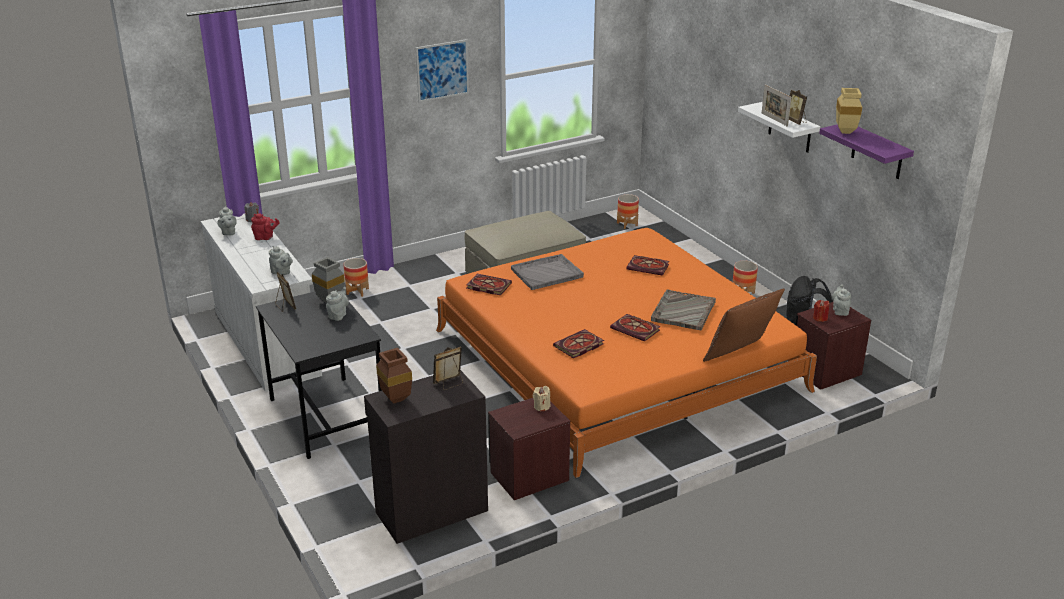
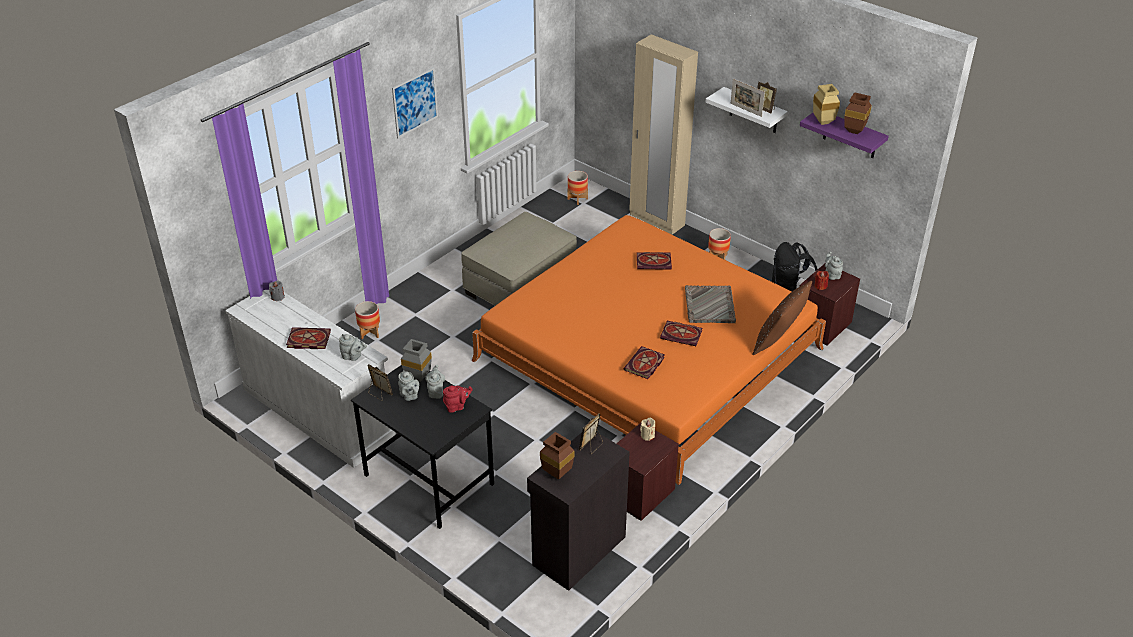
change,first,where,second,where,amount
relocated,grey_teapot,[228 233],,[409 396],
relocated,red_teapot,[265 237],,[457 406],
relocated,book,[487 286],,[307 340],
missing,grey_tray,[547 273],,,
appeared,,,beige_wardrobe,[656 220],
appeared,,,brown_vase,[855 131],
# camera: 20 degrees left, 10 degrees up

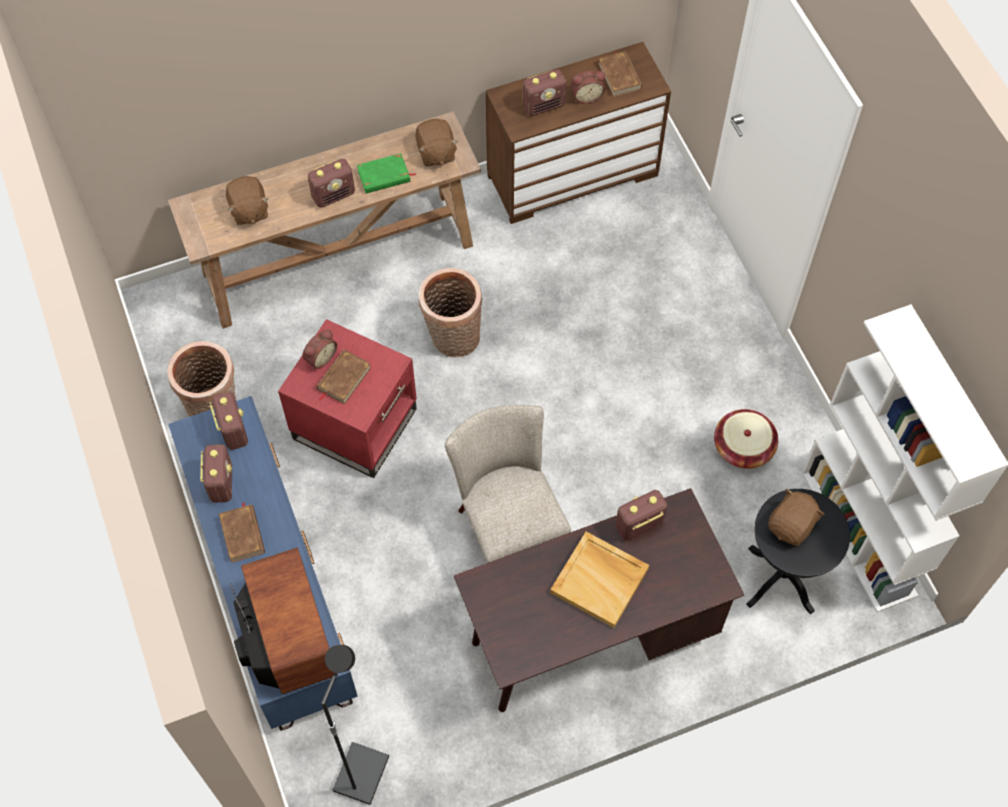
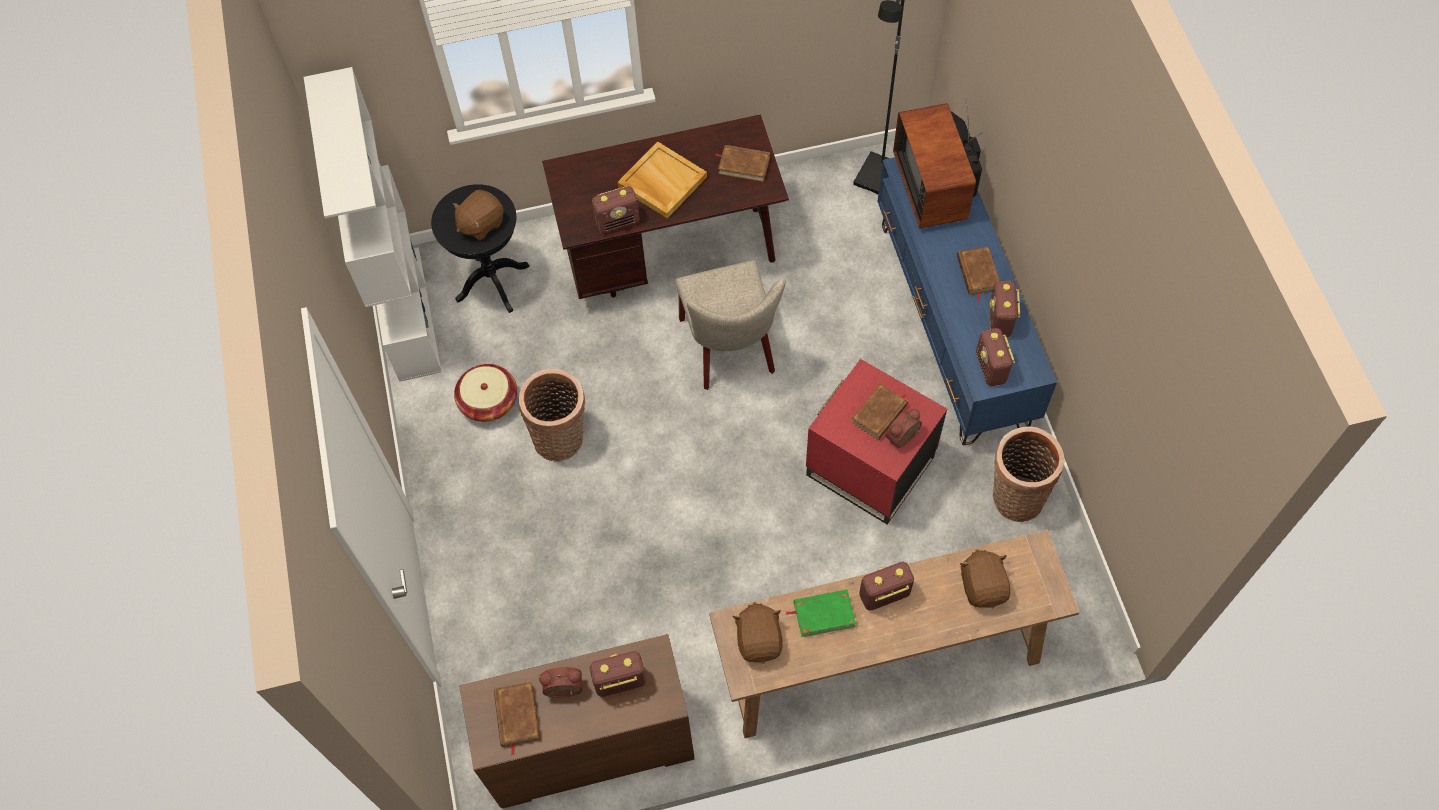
change,first,where,second,where,amount
relocated,basket,[452 339],,[561 438],
appeared,,,brown_book,[744 165],
# camera: 170 degrees left, 0 degrees up

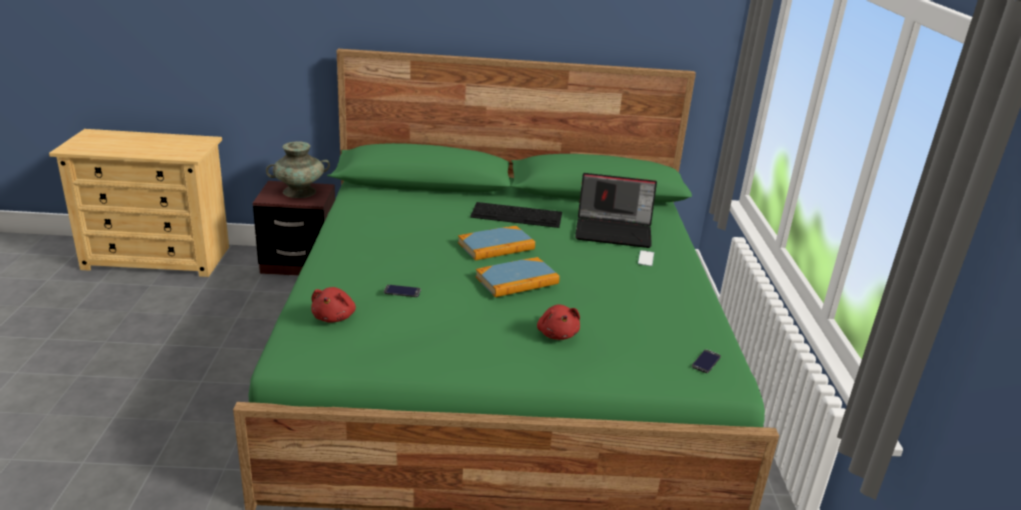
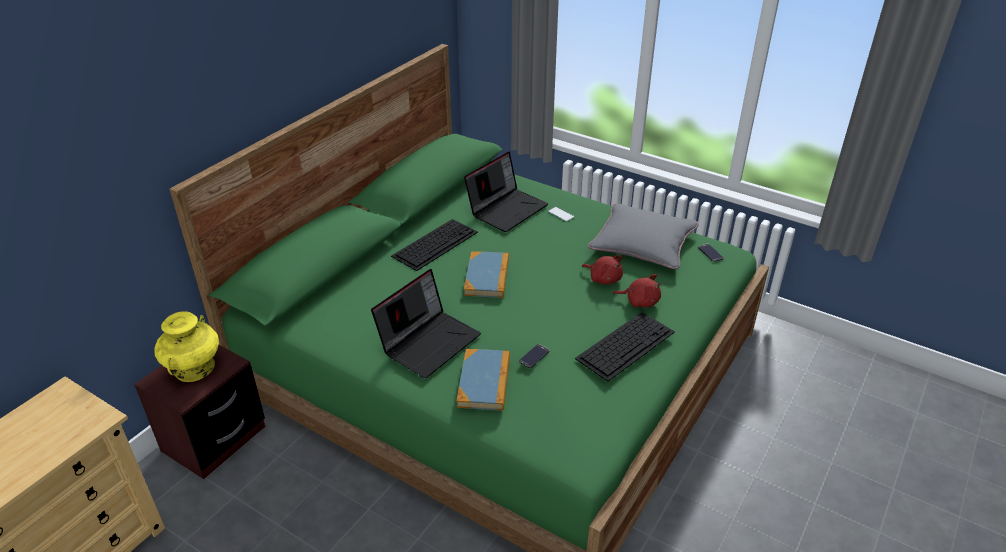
change,first,where,second,where,amount
colour,turquoise_vase,[300 192],yellow_vase,[194 367],
relocated,red_plush_toy,[334 317],,[604 278],
relocated,book,[517 280],,[484 382],
appeared,,,laptop,[429 341],
appeared,,,keyboard,[626 344],
appeared,,,grey_pillow,[643 243],
# camera: 55 degrees left, 10 degrees up

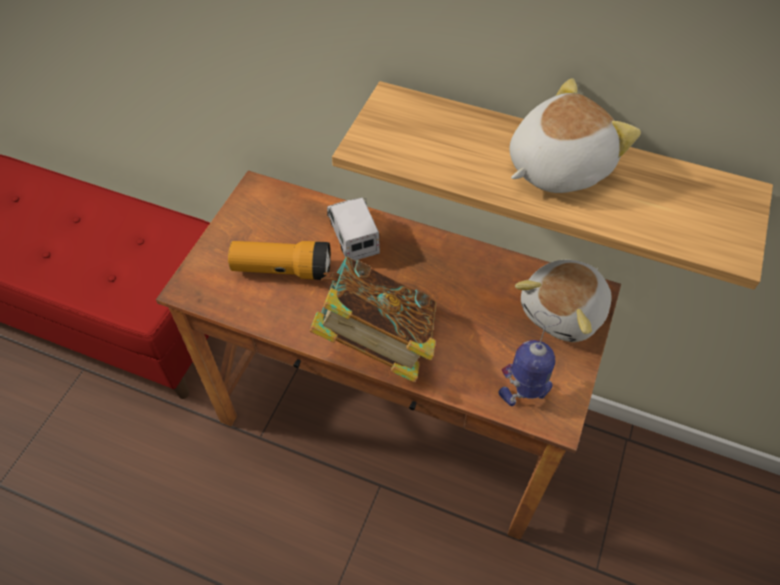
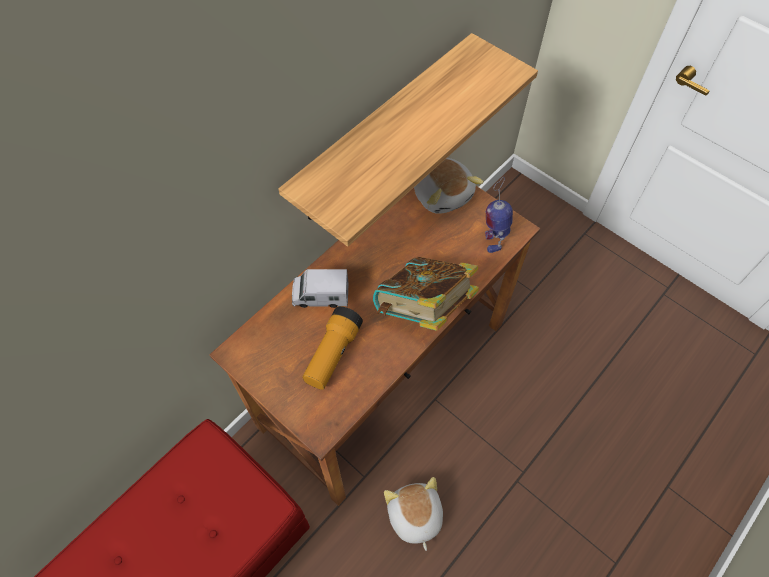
change,first,where,second,where,amount
relocated,plush_toy,[556 166],,[414 516],
# camera: 70 degrees left, 5 degrees up

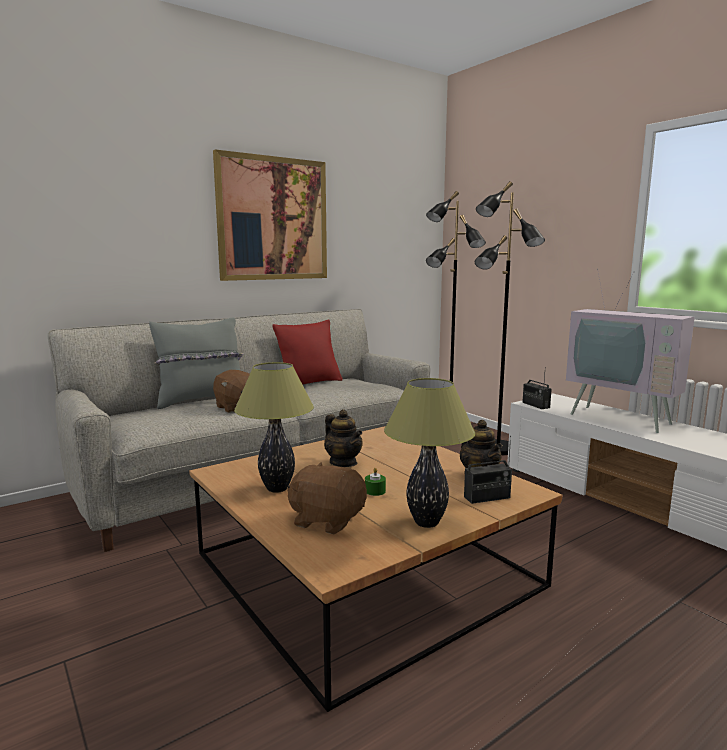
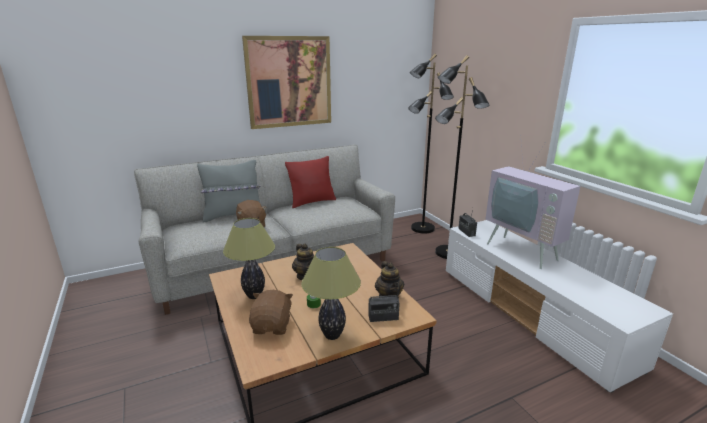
change,first,where,second,where,amount
spun,brown_plush_toy,[327 520],,[272 326],60 degrees clockwise
# camera: 10 degrees right, 10 degrees up

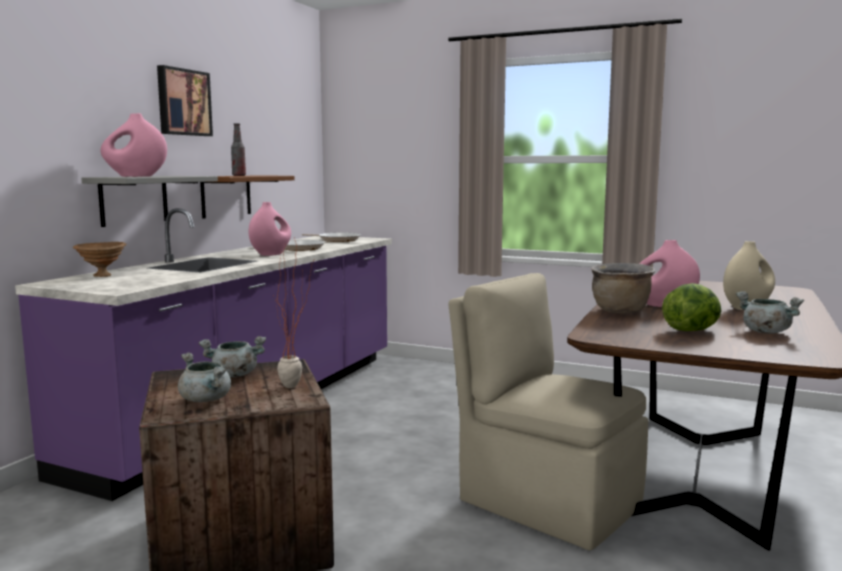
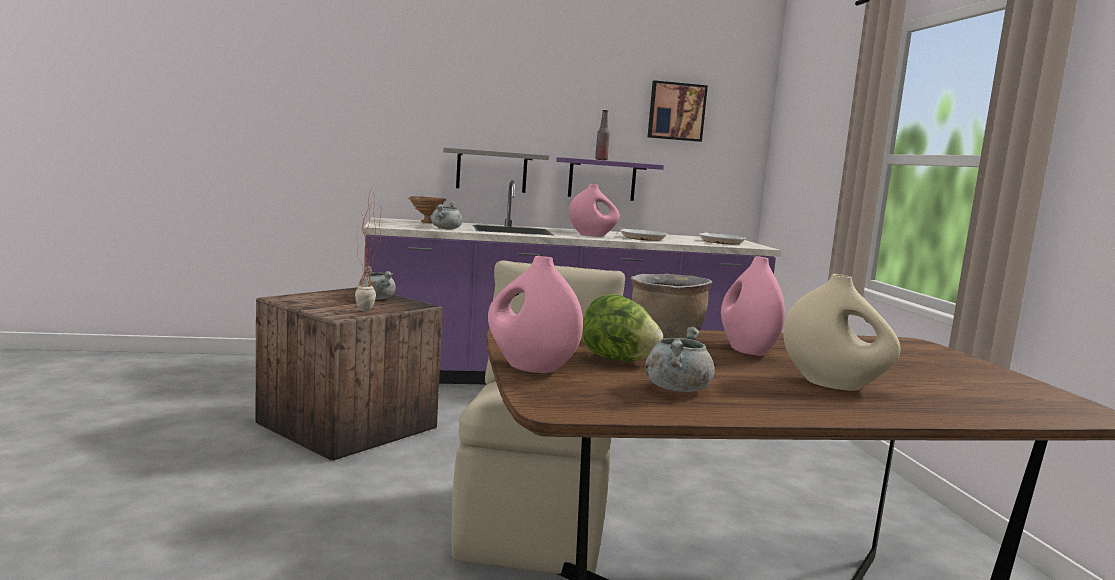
change,first,where,second,where,amount
relocated,pink_vase,[136 176],,[530 367],
relocated,picture,[183 102],,[676 111],
relocated,grey_cooking_pot,[207 400],,[446 229],
colour,brown_shelf,[226 196],purple_shelf,[602 179],
# camera: 55 degrees right, 0 degrees up

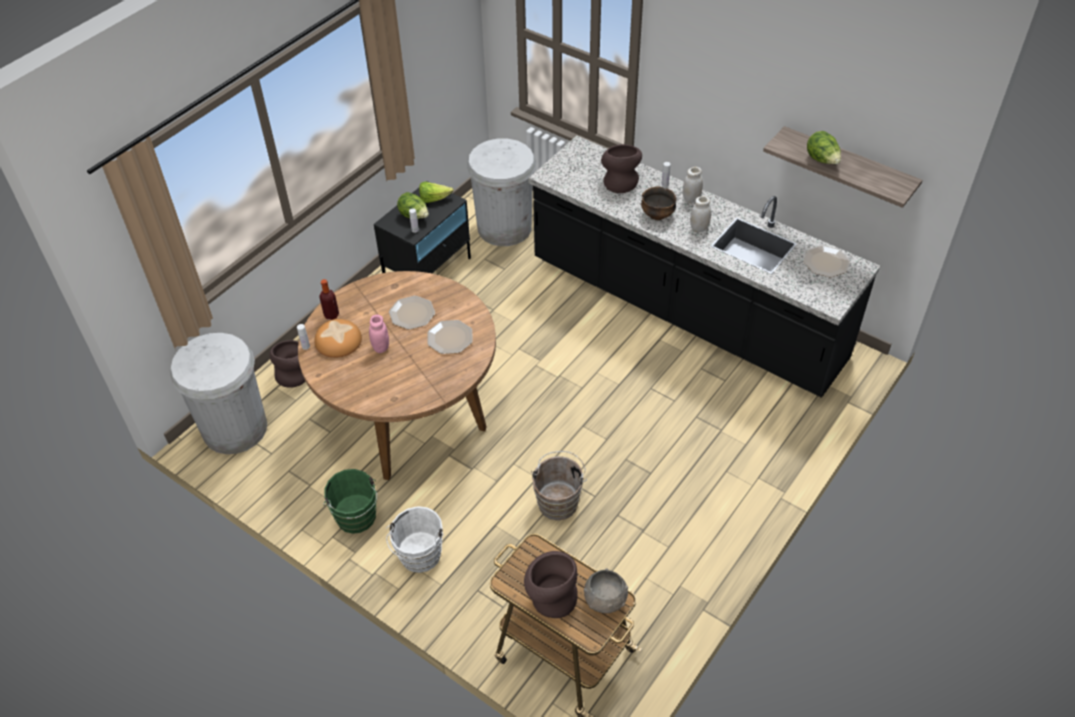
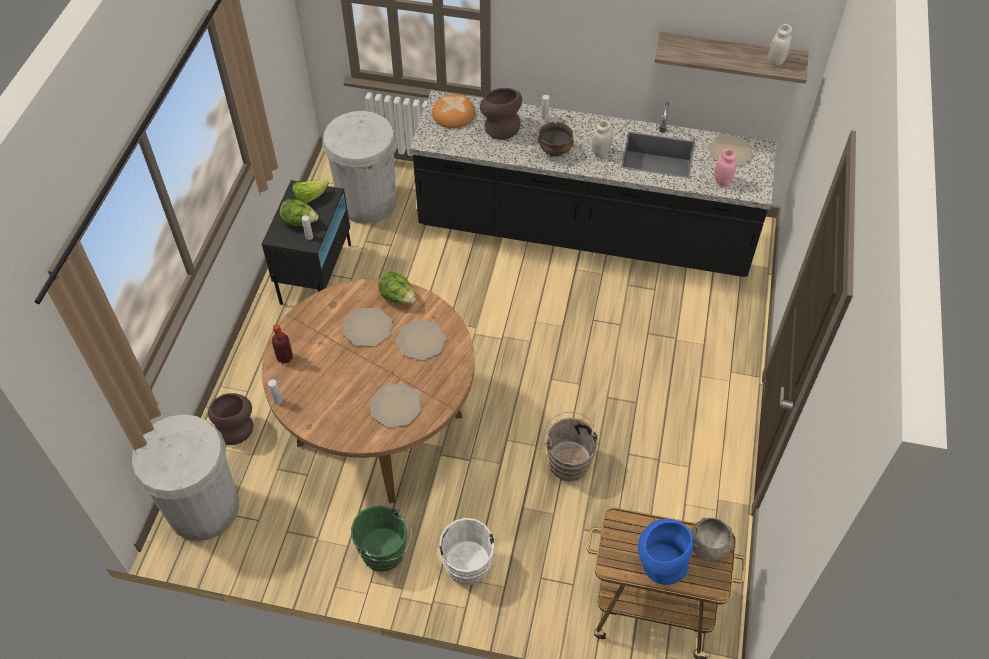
change,first,where,second,where,amount
relocated,bread,[338 341],,[453 114],
relocated,pink_jar,[381 347],,[722 181],
colour,brown_vase,[550 597],blue_vase,[659 564],
relocated,white_jar,[691 199],,[776 61],
relocated,lettuce,[822 160],,[398 298],
appeared,,,plate,[396 406],
# camera: 25 degrees left, 5 degrees up

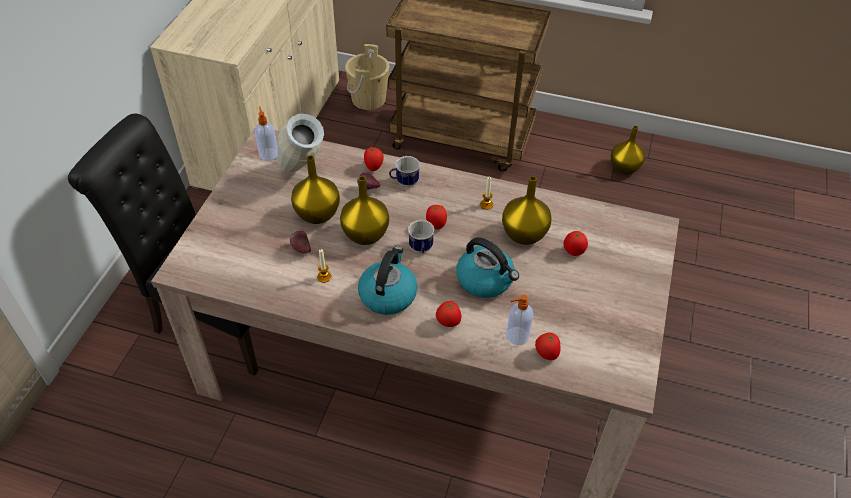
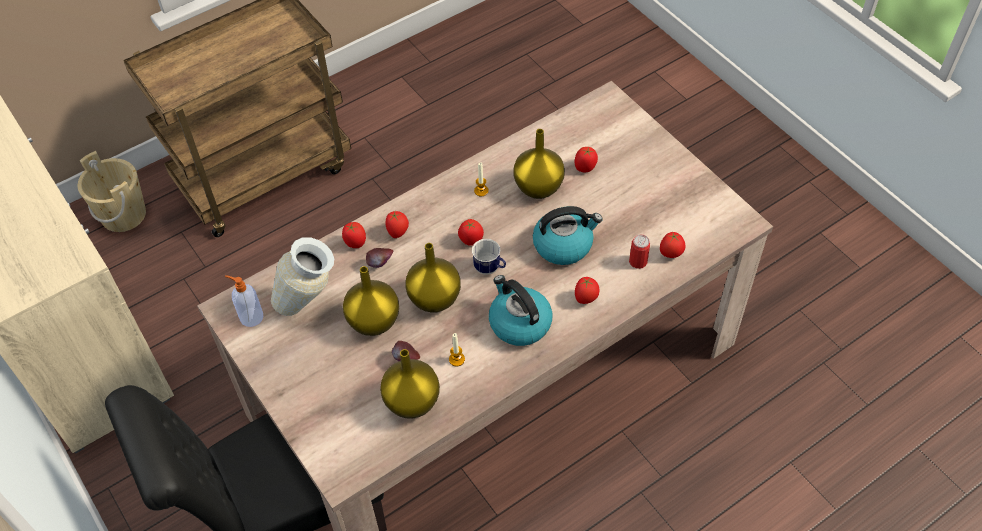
change,first,where,second,where,amount
exchanged,mug,[404 183],tomato,[398 232],
exchanged,soap_dispenser,[516 336],can,[638 261],
relocated,yellow_vase,[623 168],,[411 402],
# camera: 50 degrees left, 5 degrees up

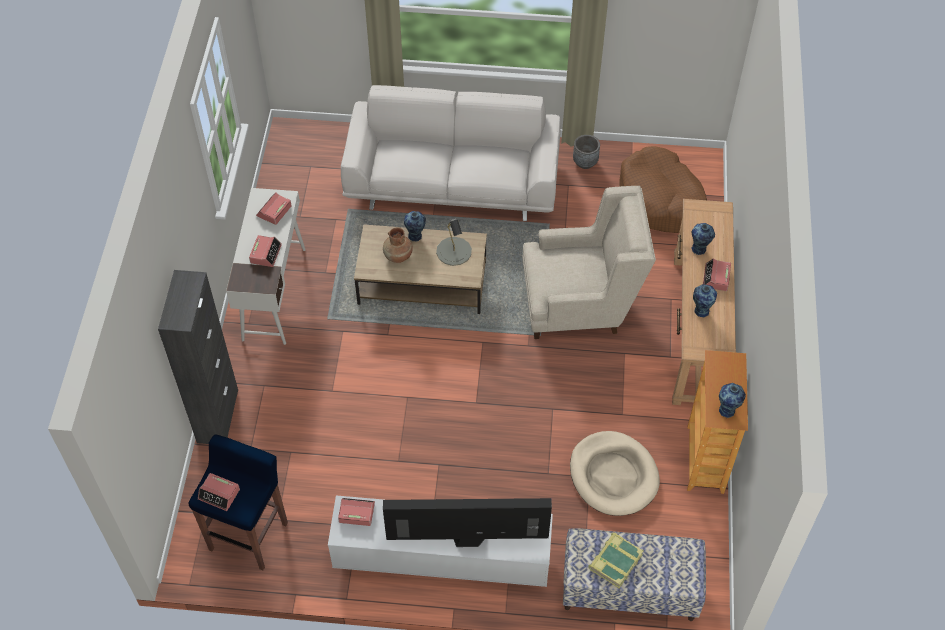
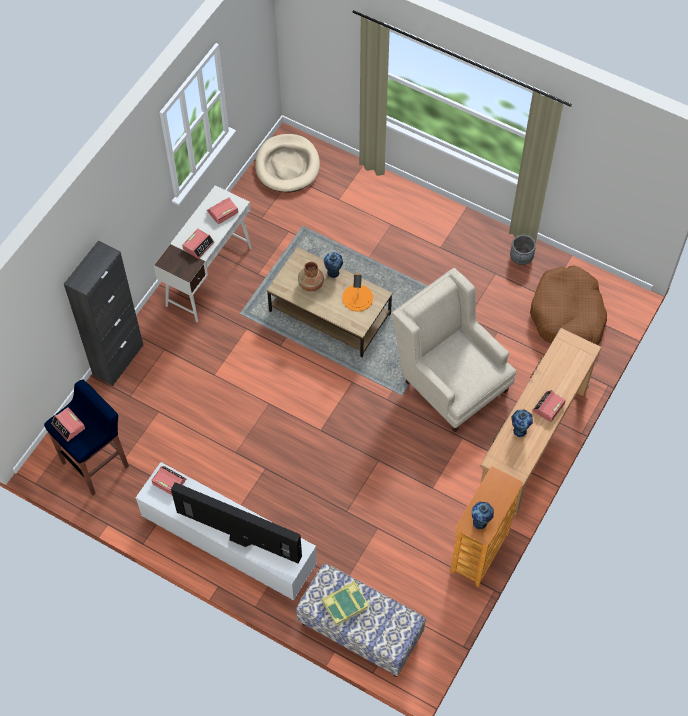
change,first,where,second,where,amount
missing,white_sofa,[453 181],,,
colour,grey_table_lamp,[454 251],orange_table_lamp,[357 298],
spun,beige_armchair,[581 303],,[450 380],150 degrees counterclockwise
relocated,beige_dog_bed,[613 475],,[287 165],
missing,vase,[699 249],,,
# camera: 25 degrees right, 5 degrees up

